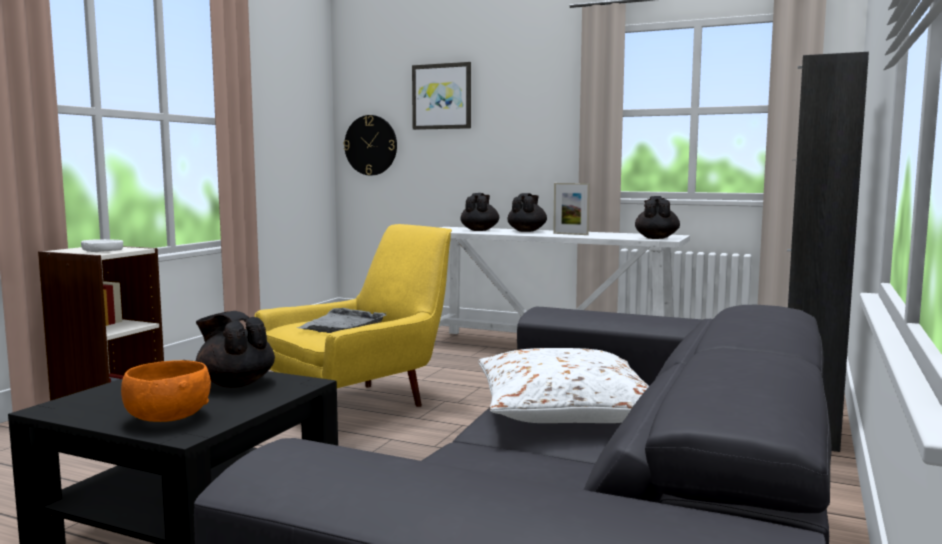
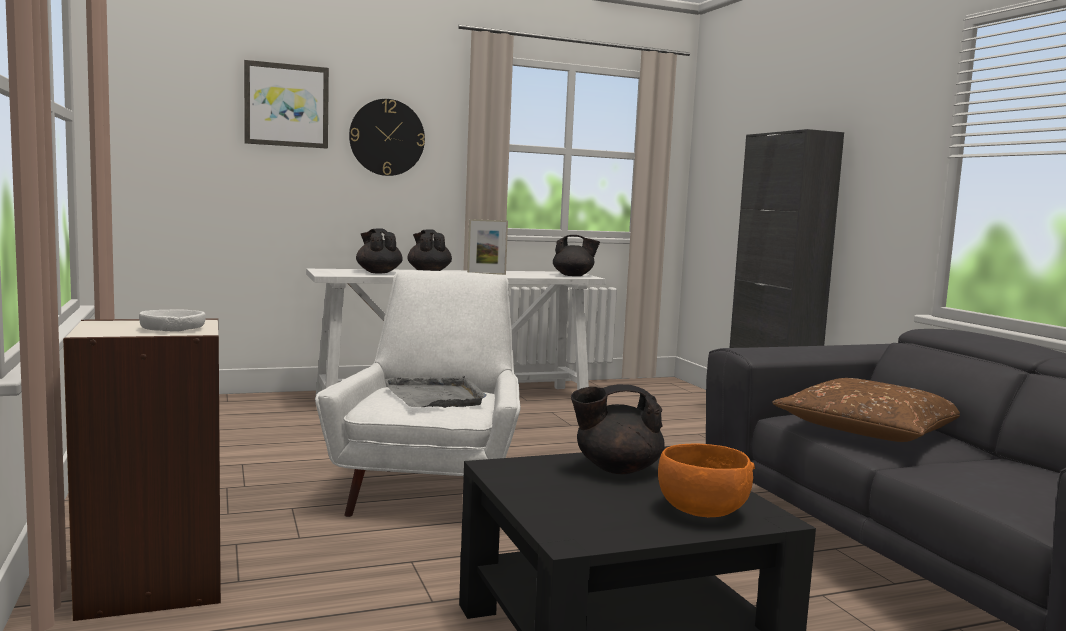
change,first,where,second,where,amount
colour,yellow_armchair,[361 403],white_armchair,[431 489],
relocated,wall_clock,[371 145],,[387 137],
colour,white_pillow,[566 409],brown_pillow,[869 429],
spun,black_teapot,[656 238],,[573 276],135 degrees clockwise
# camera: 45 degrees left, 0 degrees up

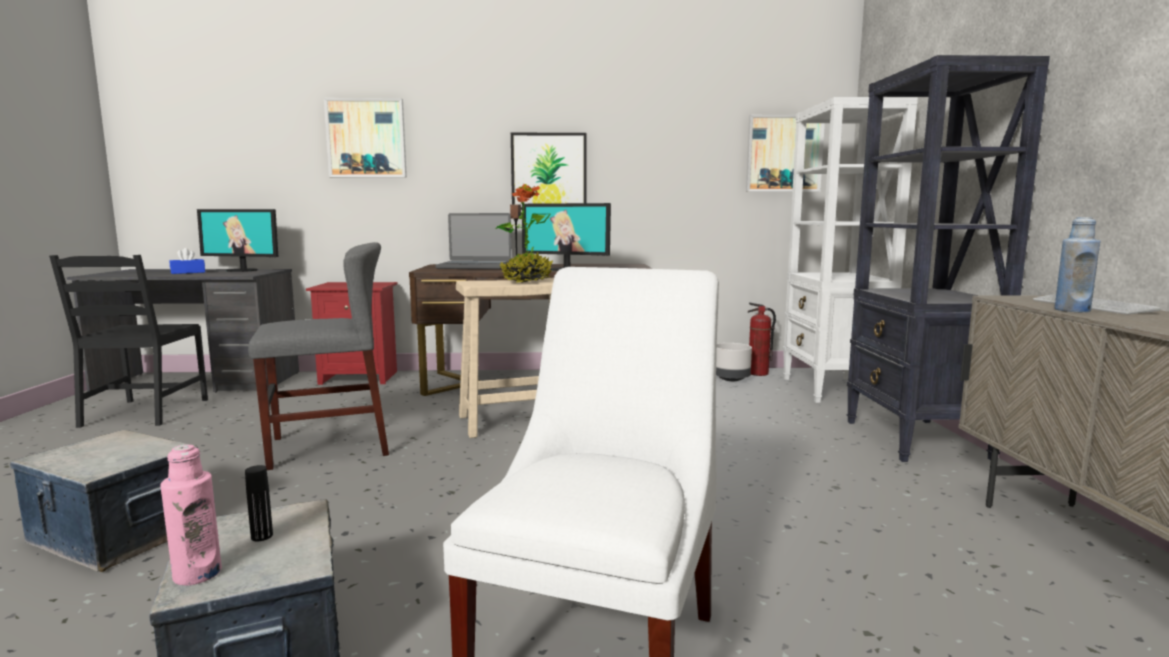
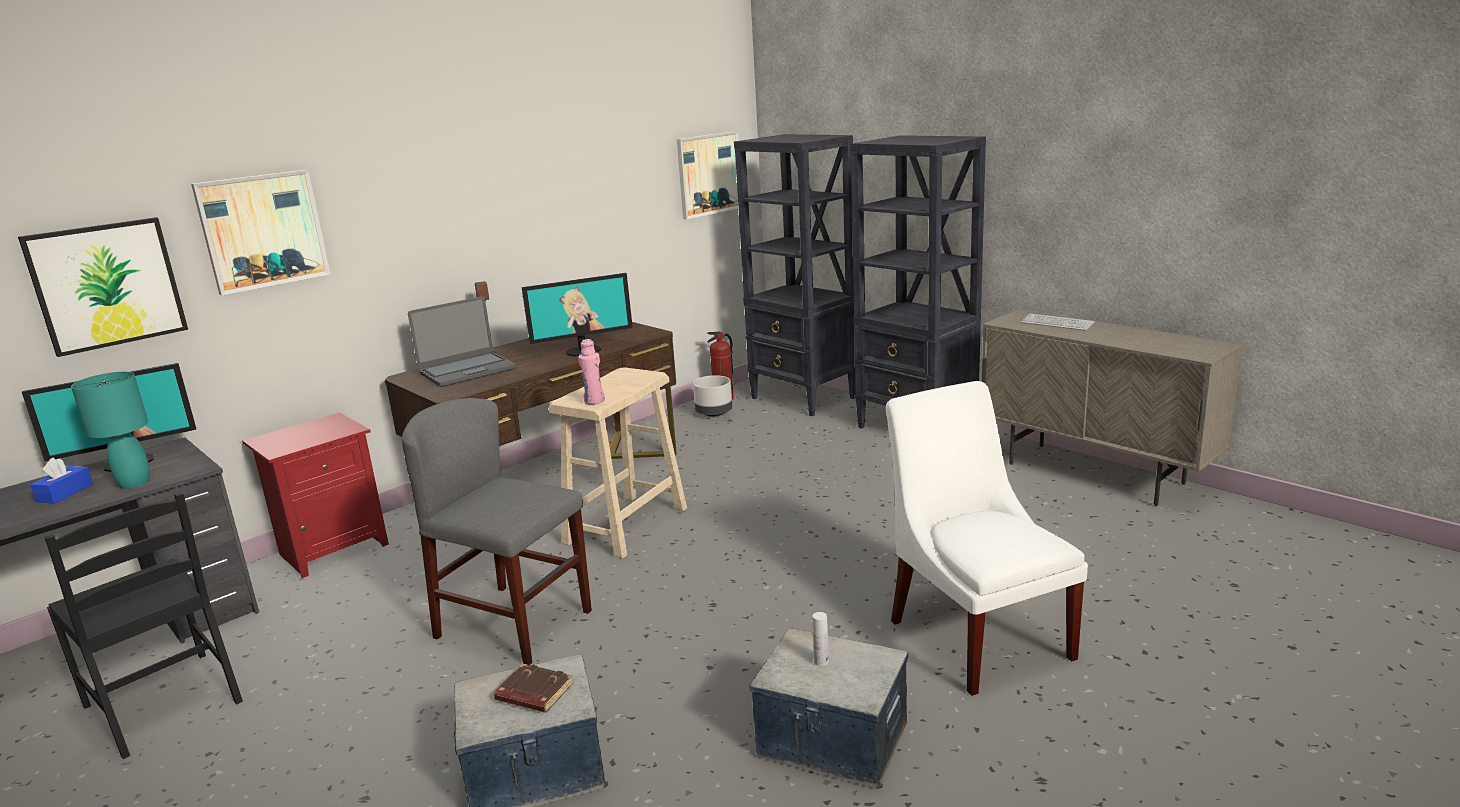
change,first,where,second,where,amount
relocated,pink_bottle,[197 574],,[594 401],
colour,black_bottle,[262 536],white_bottle,[821 661],
spun,grey_chair,[329 446],,[514 624],90 degrees counterclockwise
missing,potted_plant,[526 281],,,
relocated,picture,[549 171],,[107 285],
colour,white_bookcase,[832 389],black_bookcase,[803 398],
missing,blue_bottle,[1072 310],,,
appeared,,,turquoise_table_lamp,[134 483],
appeared,,,brown_book,[533 694],
# camera: 40 degrees left, 10 degrees up

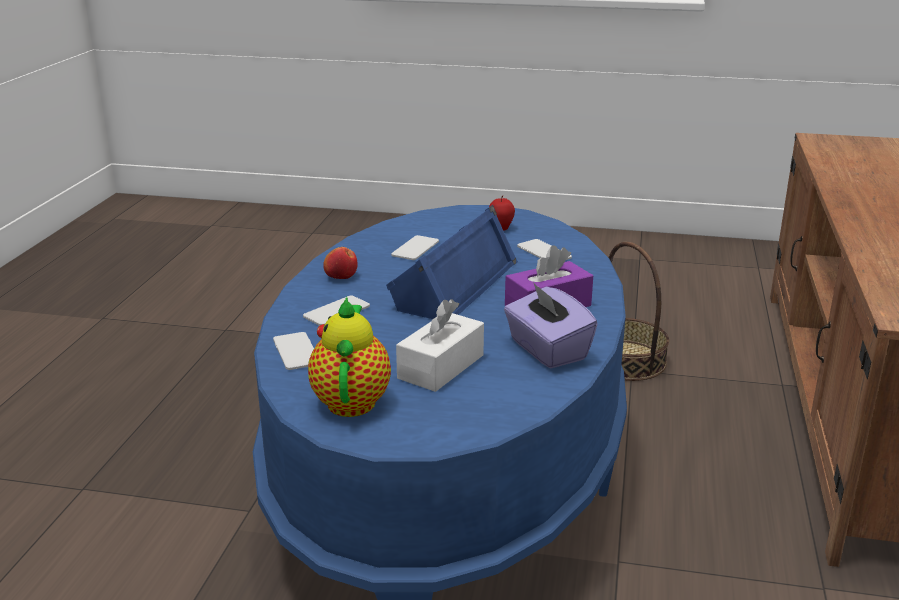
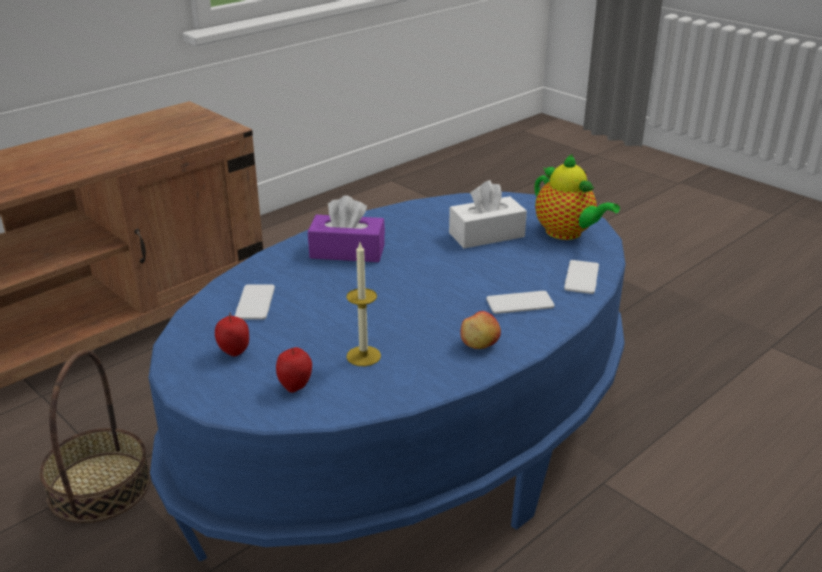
change,first,where,second,where,amount
spun,teapot,[352 400],,[567 233],75 degrees counterclockwise
missing,blue_speaker,[453 283],,,
exchanged,phone,[415 249],candle,[363 356],
missing,purple_tissue_box,[547 350],,,
appeared,,,apple,[295 386],
# camera: 145 degrees left, 5 degrees up

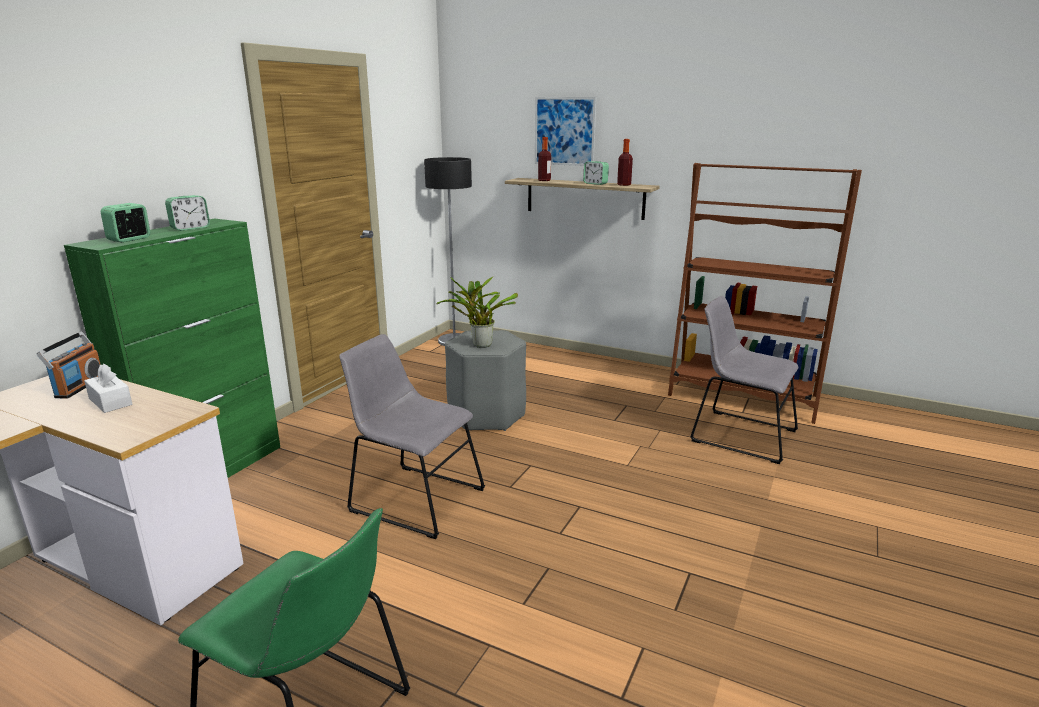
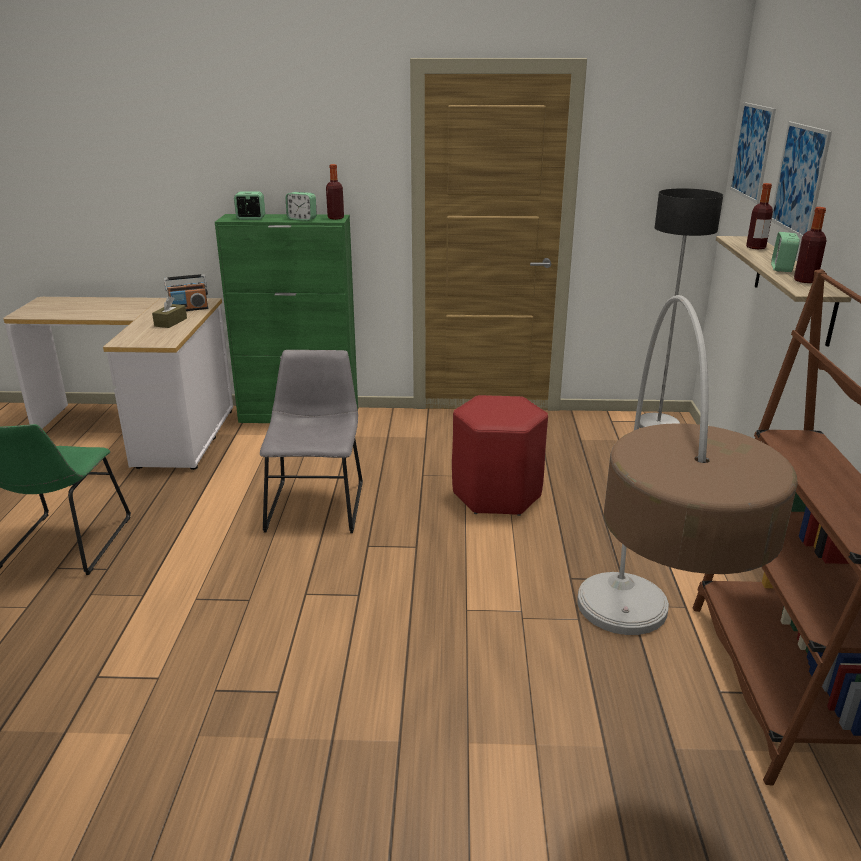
change,first,where,second,where,amount
colour,white_tissue_box,[110 401],brown_tissue_box,[170 322],
missing,potted_plant,[479 344],,,
colour,grey_stool,[486 416],red_stool,[496 494],
exchanged,grey_chair,[738 434],floor_lamp,[635 695],
appeared,,,bottle,[335 218],
appeared,,,picture,[752 151],
# camera: 65 degrees right, 5 degrees up

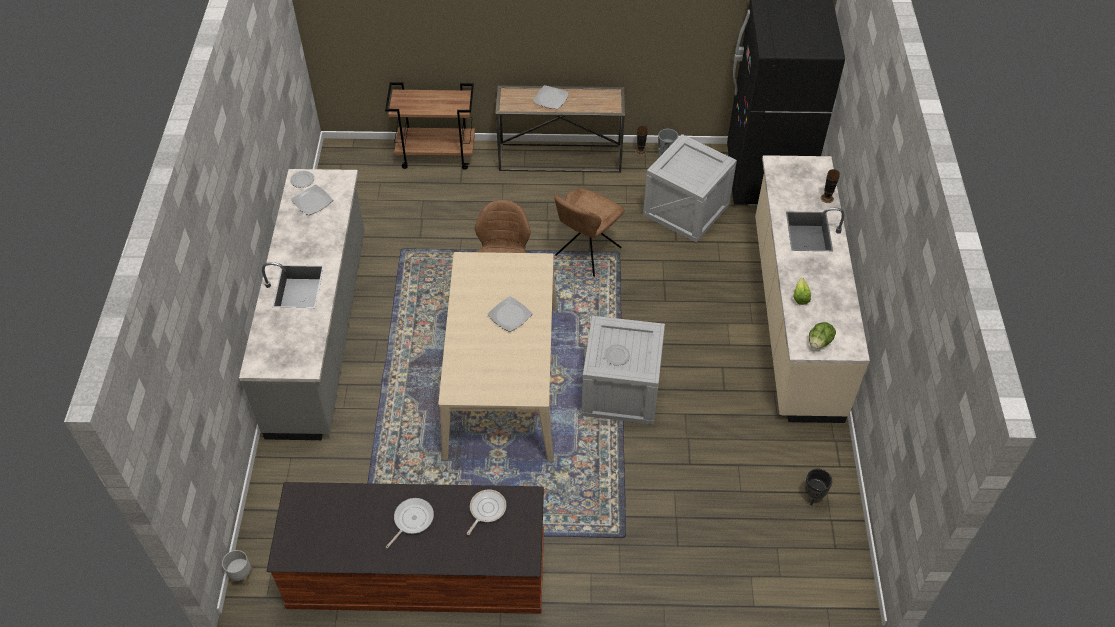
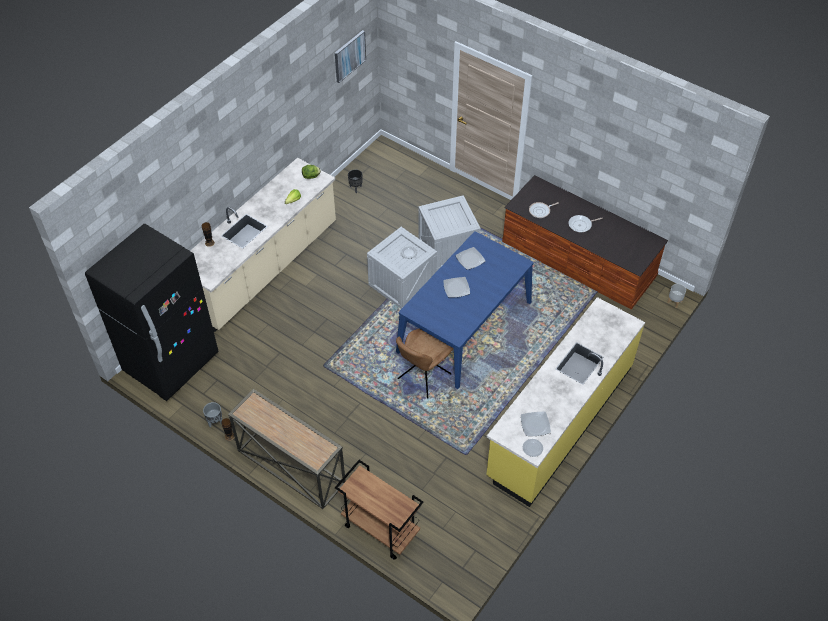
change,first,where,second,where,amount
colour,grey_counter,[320 332],yellow_counter,[559 421],
colour,beige_dining_table,[502 379],blue_dining_table,[464 326],
relocated,plate,[550 98],,[470 259],
missing,brown_chair,[586 253],,,
relocated,crate,[687 210],,[447 249],
appeared,,,picture,[349 56],
# camera: 145 degrees left, 0 degrees up

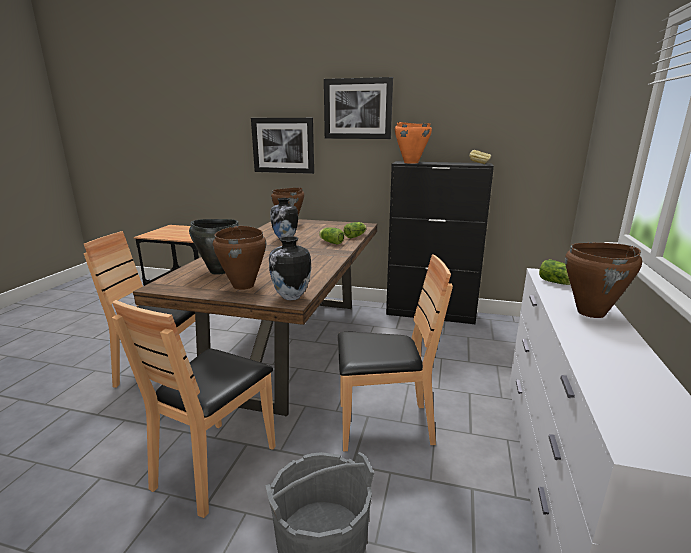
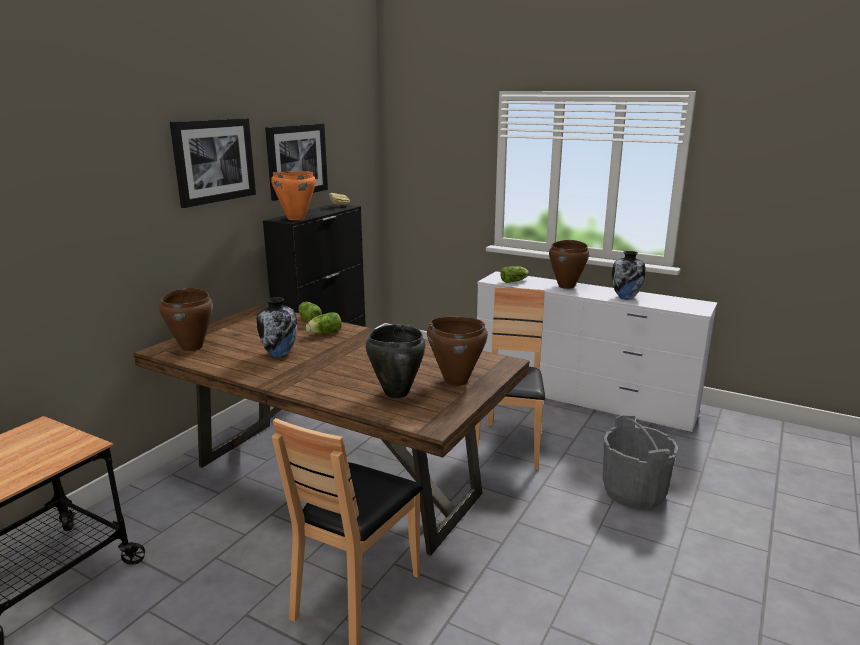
change,first,where,second,where,amount
missing,brown_chair,[215 465],,,
relocated,picture,[283 145],,[296 160],
relocated,vase,[291 297],,[626 297],
# camera: 75 degrees left, 0 degrees up

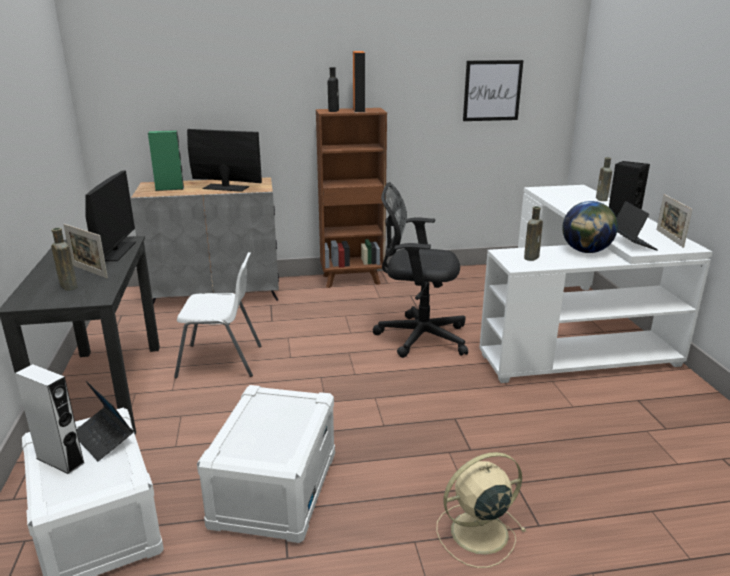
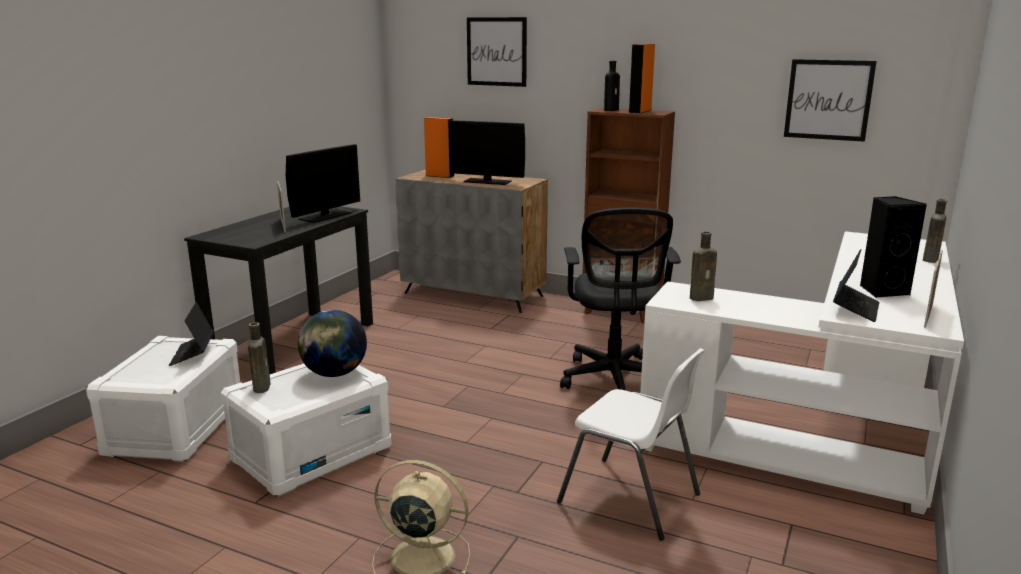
change,first,where,second,where,amount
missing,white_speaker,[60 460],,,
relocated,brown_bottle,[68 286],,[262 387],
colour,green_speaker,[169 188],orange_speaker,[440 176],
relocated,white_chair,[221 361],,[631 499],
spun,monitor,[226 187],,[487 181],150 degrees clockwise
spun,black_office_chair,[418 337],,[614 381],135 degrees counterclockwise
relocated,globe,[586 251],,[334 374],
appeared,,,picture,[496 51],
# camera: 35 degrees right, 5 degrees down

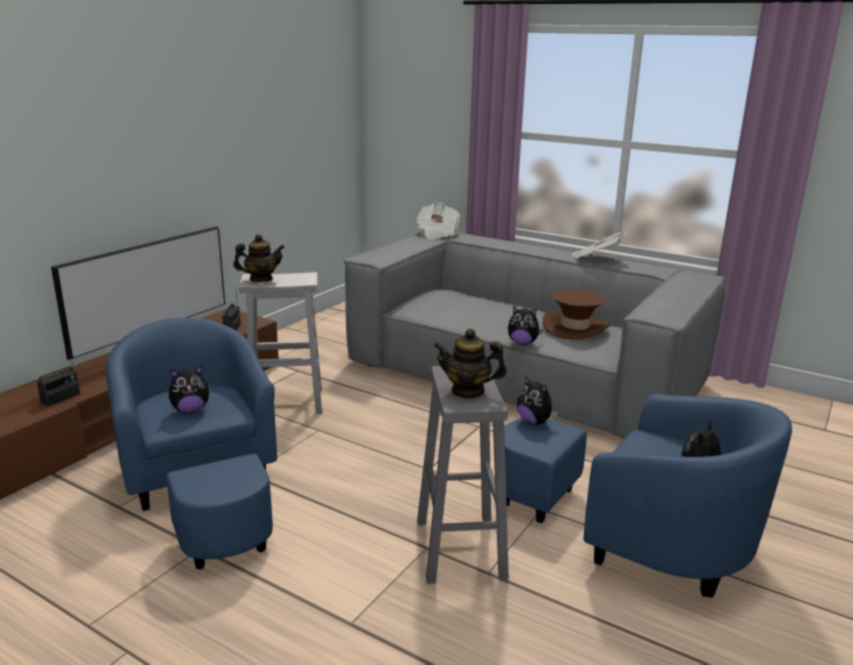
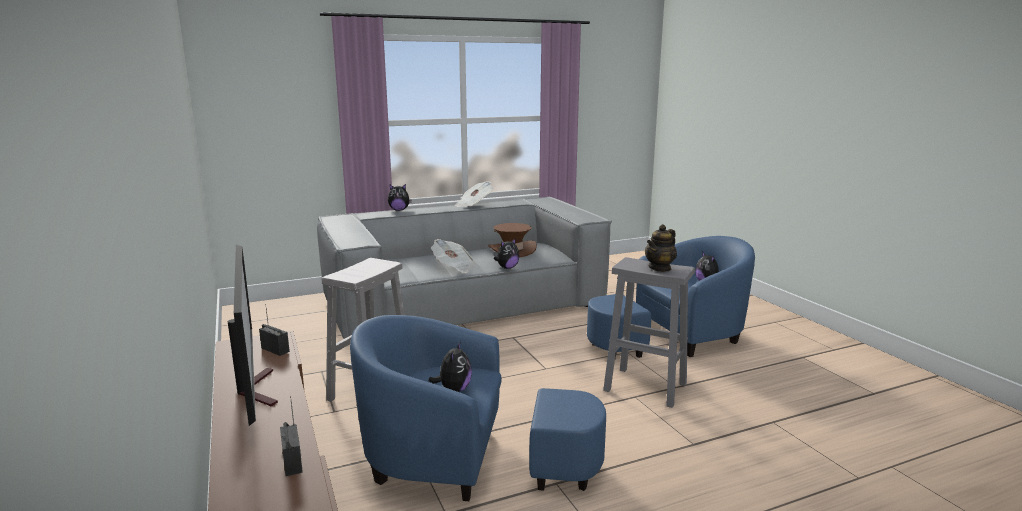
change,first,where,second,where,amount
missing,teapot,[260 279],,,
relocated,newspaper,[437 233],,[453 267],
relocated,plush_toy,[534 422],,[399 210],
# camera: 55 degrees left, 5 degrees down

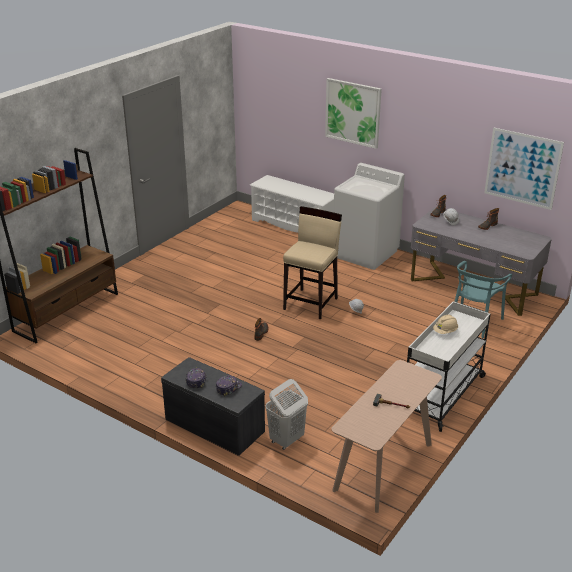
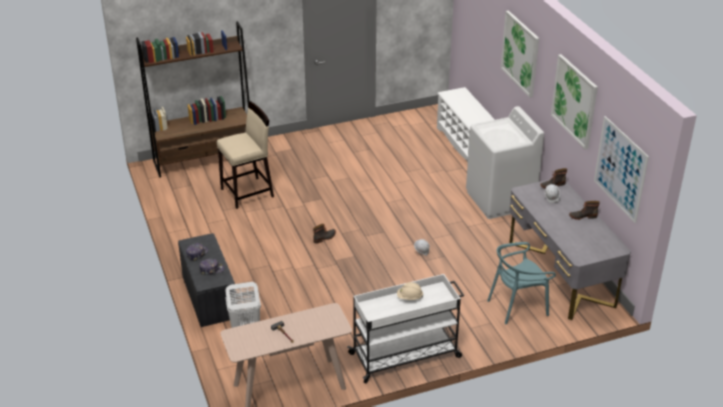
change,first,where,second,where,amount
relocated,beige_stool,[311 303],,[248 193],
appeared,,,picture,[574 101],
# camera: 35 degrees right, 5 degrees up

